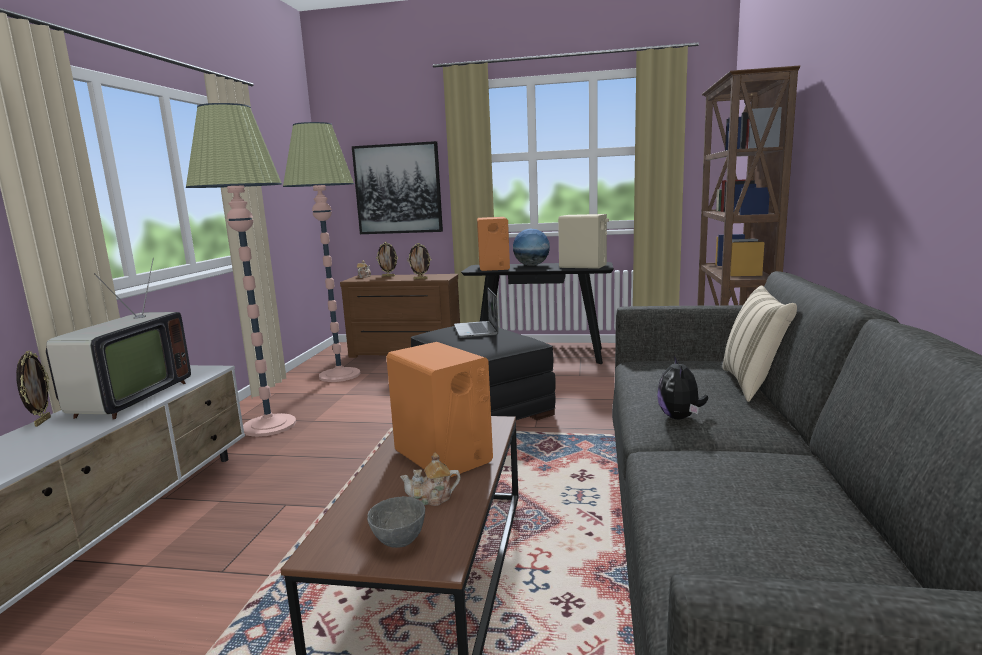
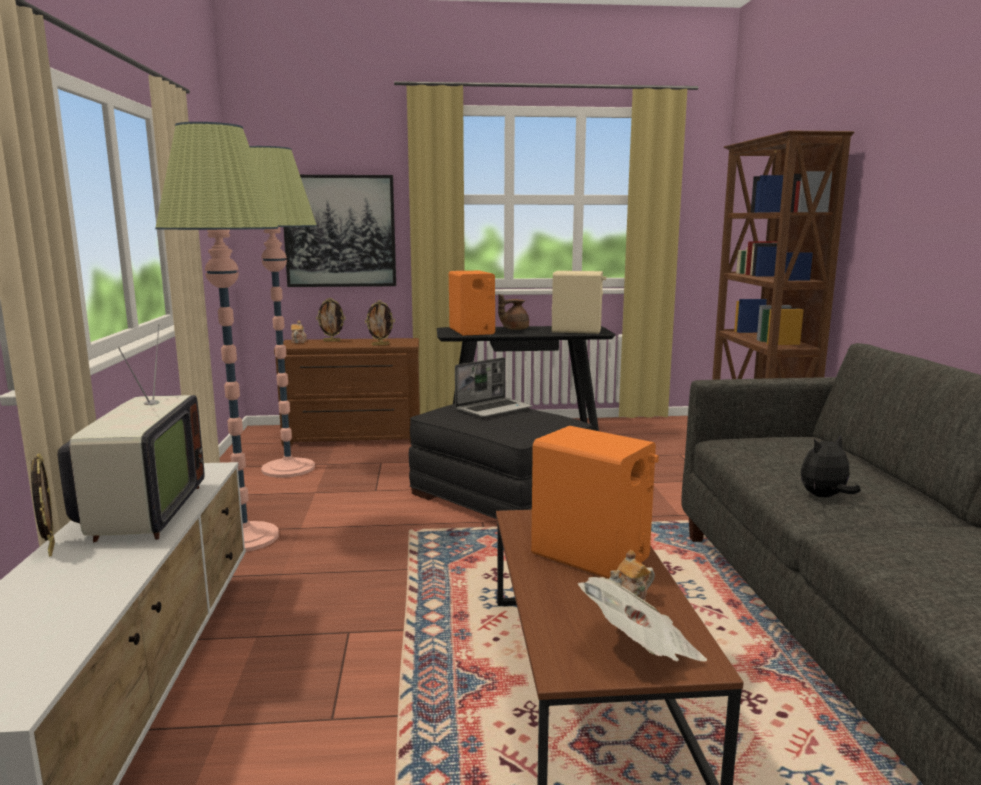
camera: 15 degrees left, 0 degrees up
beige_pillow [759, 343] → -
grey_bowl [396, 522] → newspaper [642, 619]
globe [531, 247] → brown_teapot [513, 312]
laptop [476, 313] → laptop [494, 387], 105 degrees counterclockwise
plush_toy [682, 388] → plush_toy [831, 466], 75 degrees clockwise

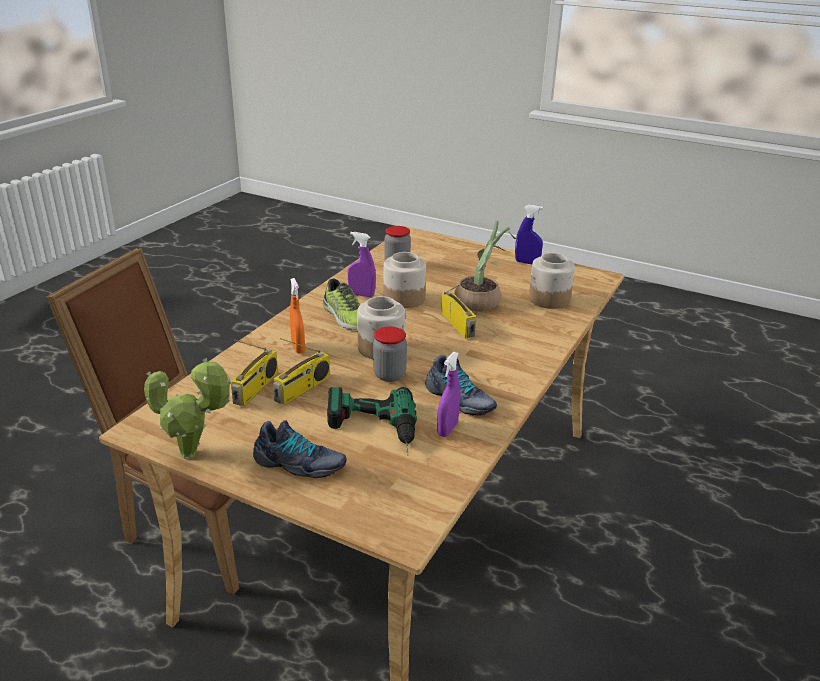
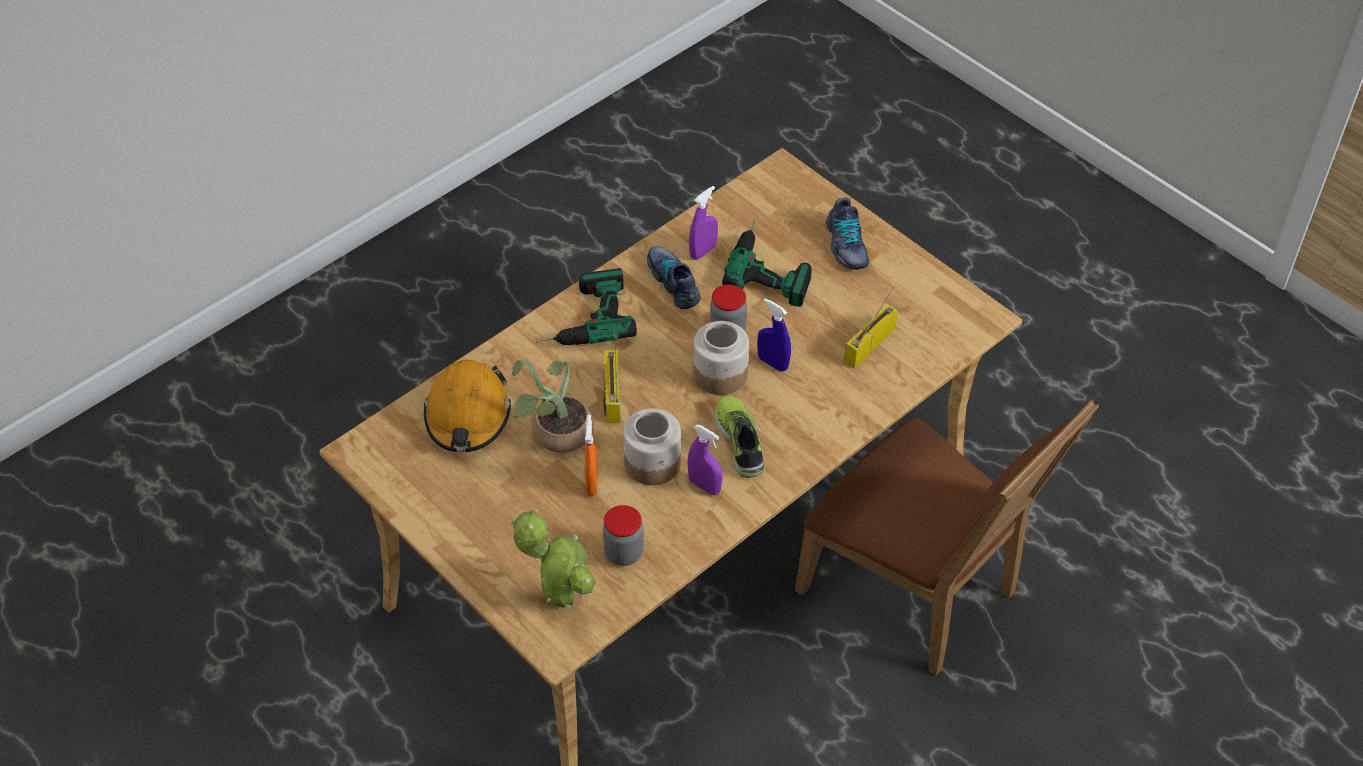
camera: 160 degrees left, 20 degrees up
radio [301, 371] → -
- → power_drill [586, 306]
potted_plant [188, 408] → potted_plant [553, 558], moved
orange_spray_bottle [297, 315] → orange_spray_bottle [591, 455], moved
blue_spray_bottle [529, 234] → blue_spray_bottle [774, 335], moved
jar [552, 281] → orange_hard_hat [467, 406]
shoe [300, 449] → shoe [847, 233], 135 degrees counterclockwise

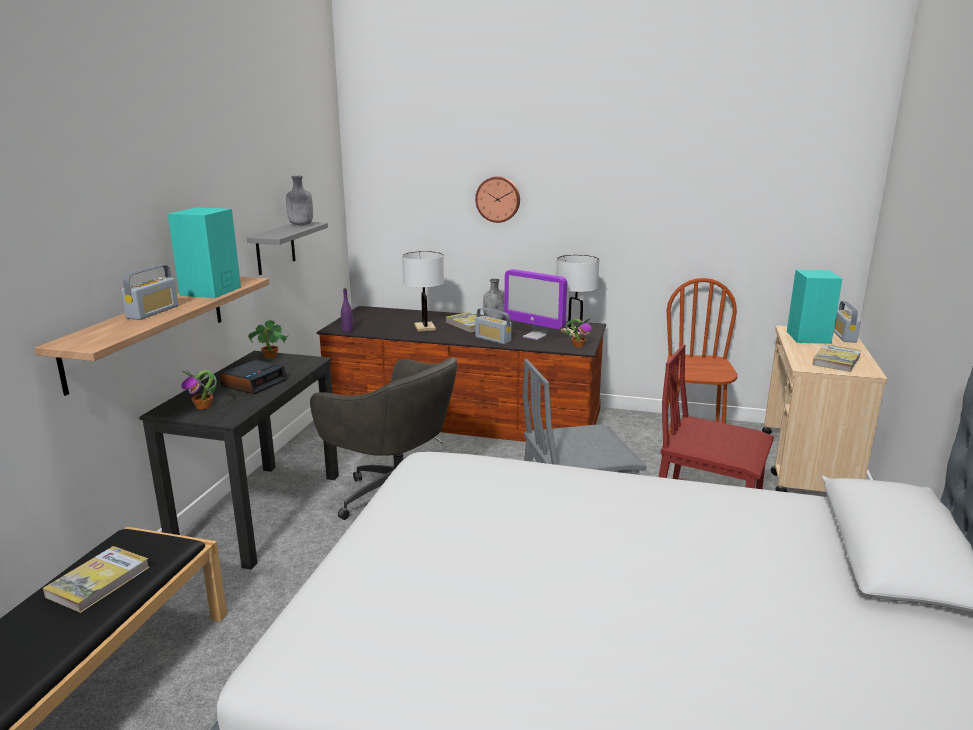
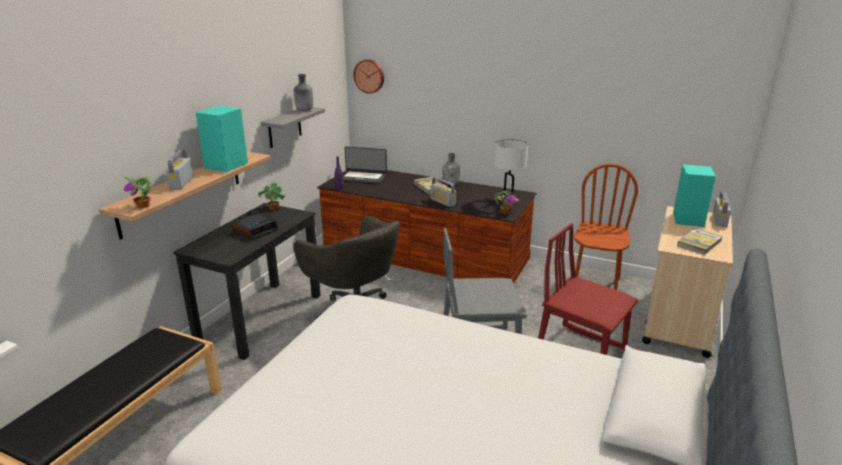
camera: 10 degrees right, 5 degrees up
book [96, 579] → -
white_table_lamp [423, 291] → -
monitor [535, 304] → -
- → laptop [365, 165]
potted_plant [199, 389] → potted_plant [137, 192], moved
wall_clock [497, 199] → wall_clock [368, 76], moved
radio [149, 292] → radio [180, 169], 150 degrees clockwise

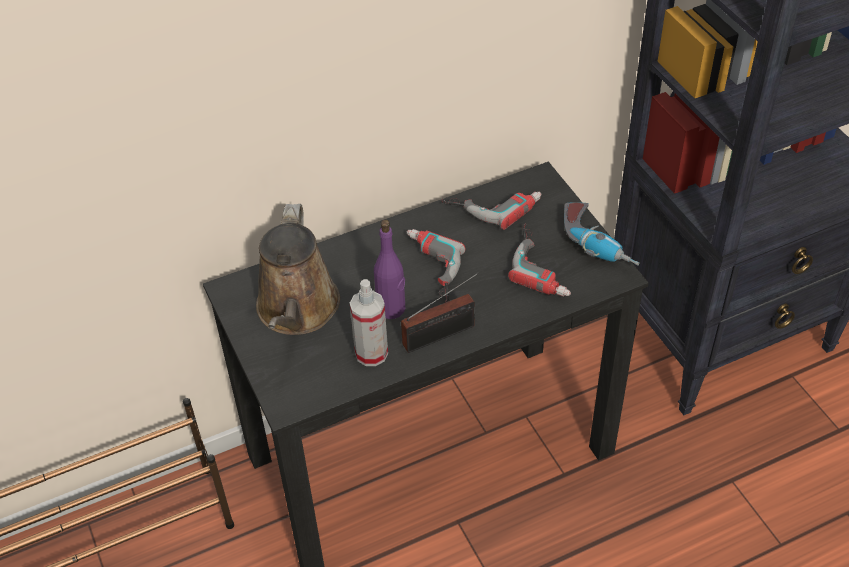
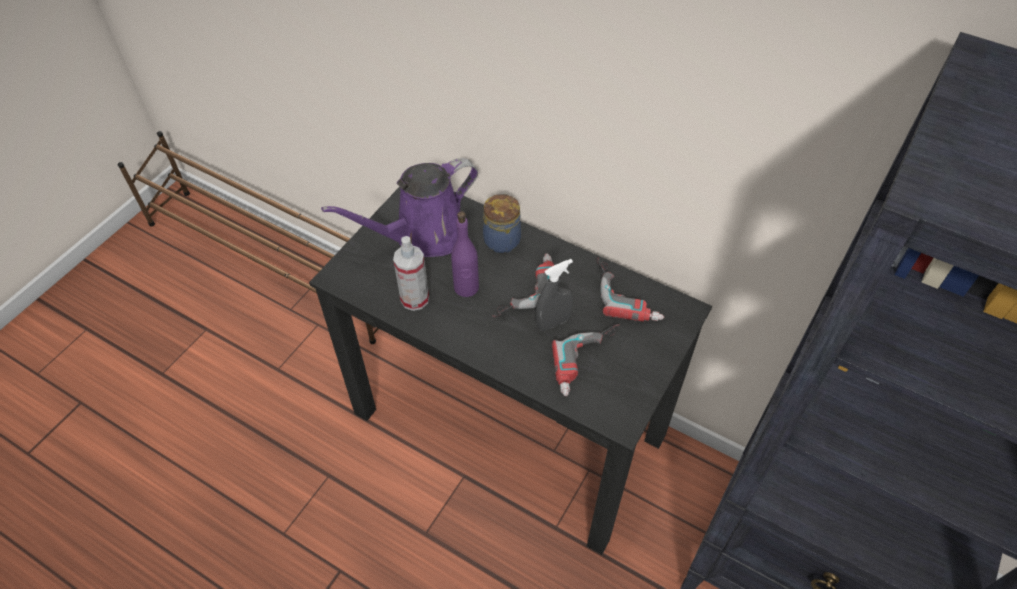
camera: 55 degrees right, 5 degrees up
radio [440, 312] → -
power_drill [602, 234] → -
- → jar [502, 223]
- → grey_spray_bottle [555, 295]
brown_watering_can [298, 269] → purple_watering_can [399, 207]

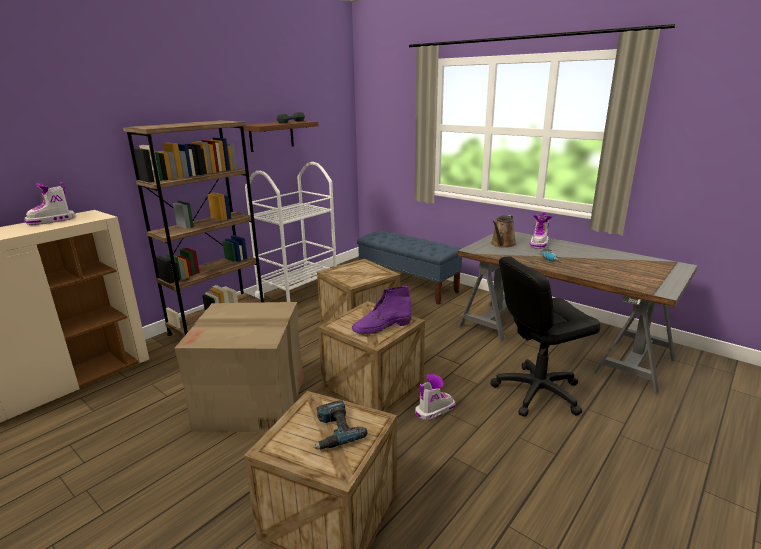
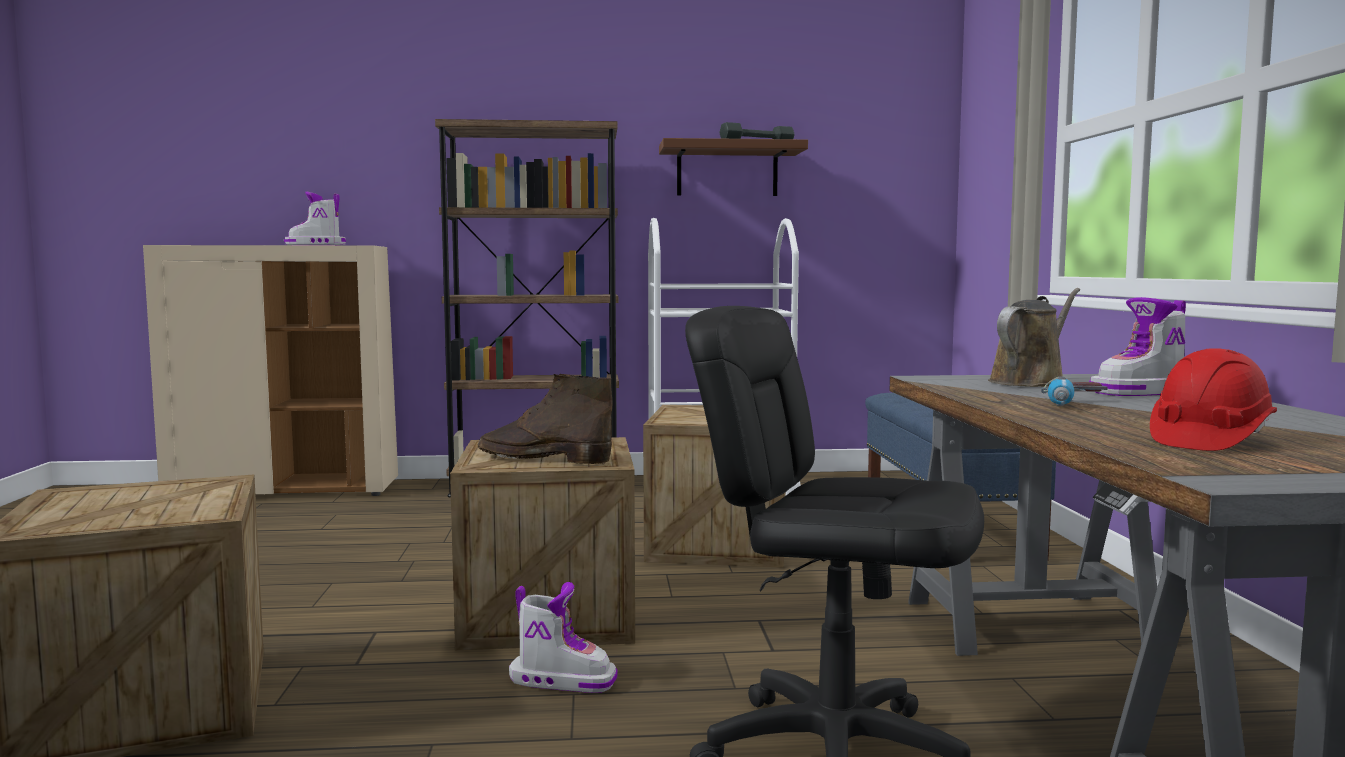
camera: 45 degrees right, 15 degrees down
cardboard_box [239, 367] → -
power_drill [340, 424] → -
- → red_hard_hat [1213, 400]
purple_boot [382, 310] → brown_boot [545, 419]
brown_watering_can [503, 231] → brown_watering_can [1034, 337], 150 degrees clockwise

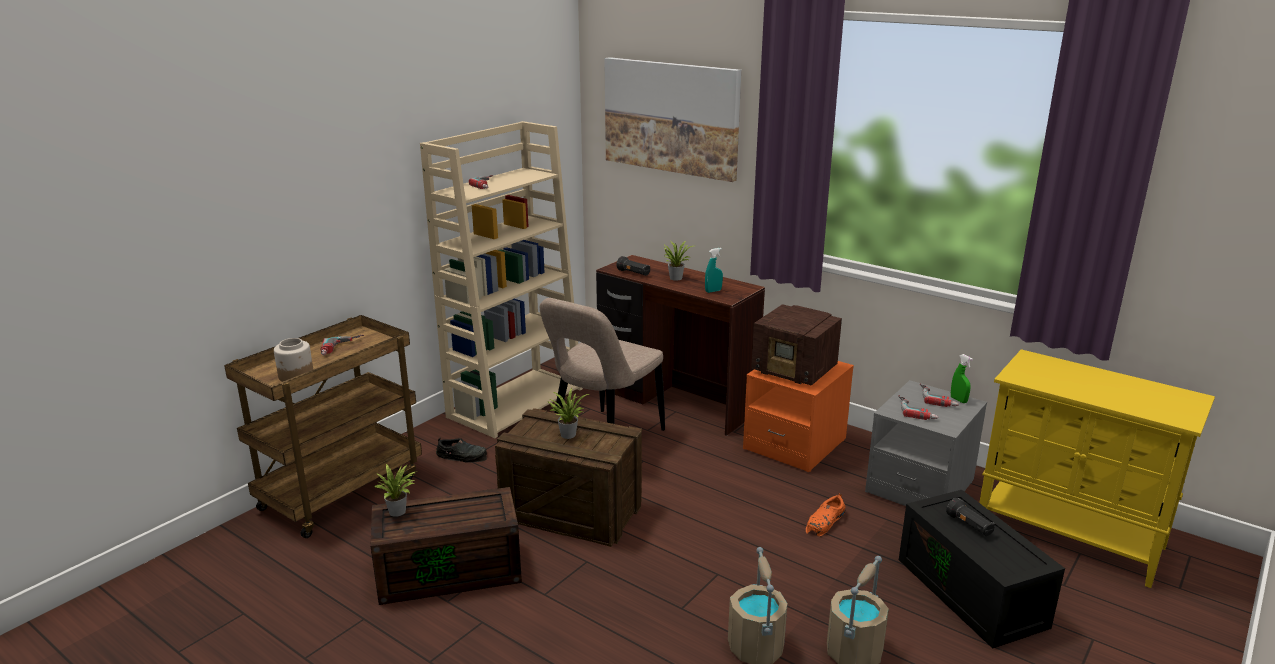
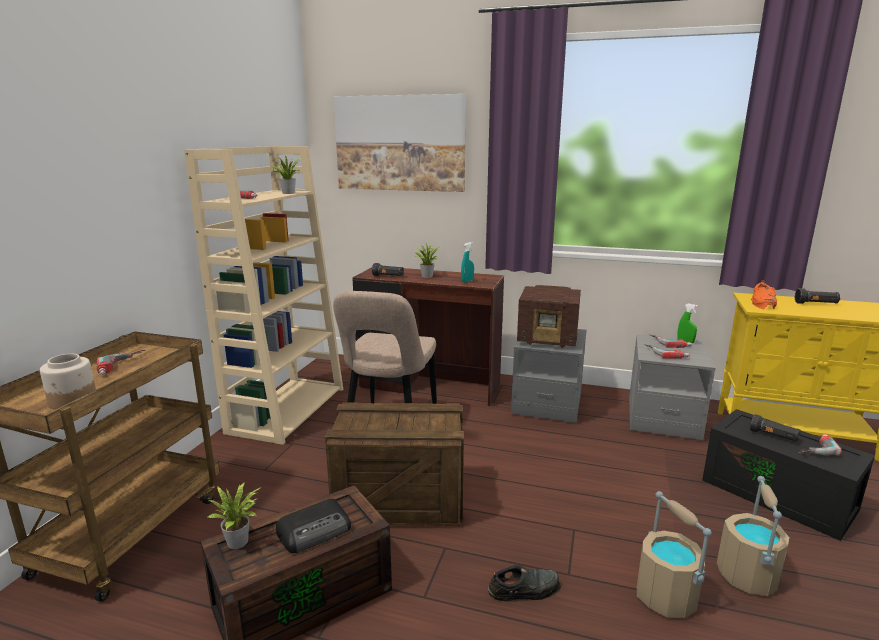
camera: 20 degrees left, 5 degrees down
- → radio [313, 526]
- → black_flashlight [817, 296]
- → power_drill [820, 445]
black_shoe [461, 450] → black_shoe [524, 583], moved
potted_plant [568, 413] → potted_plant [286, 174], moved
orange_shoe [826, 514] → orange_shoe [764, 295], moved
orange_nightstand [798, 416] → grey_nightstand [549, 376]

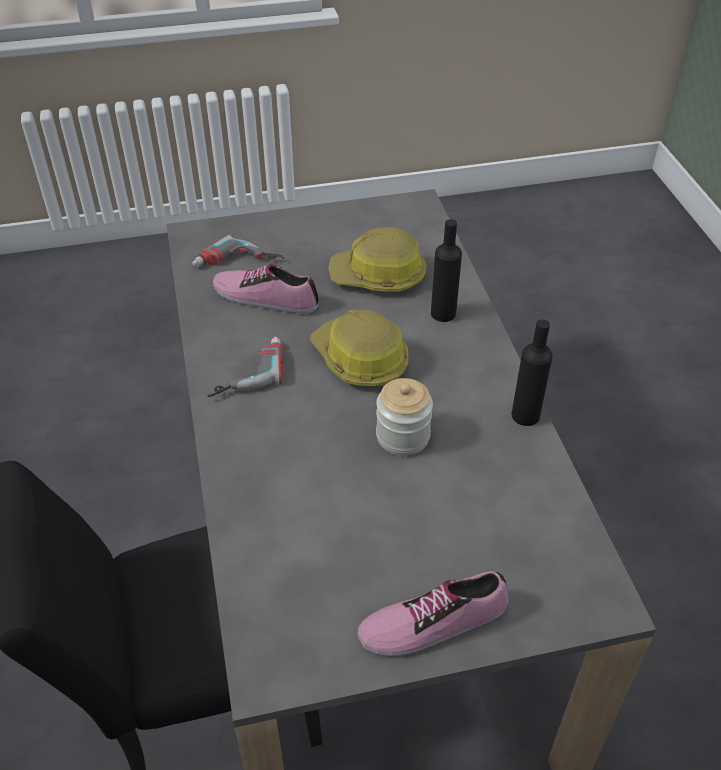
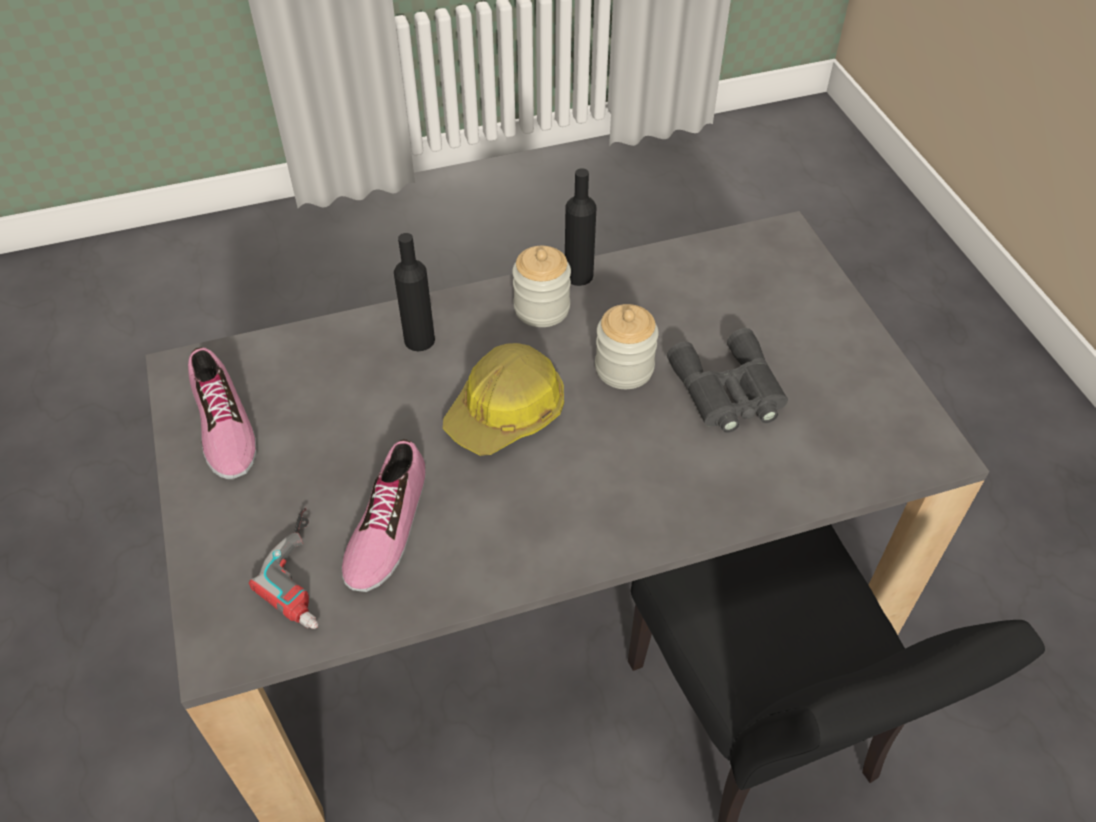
camera: 95 degrees left, 5 degrees up
power_drill [245, 367] → -
hard_hat [377, 259] → -
- → jar [541, 286]
- → grey_binoculars [727, 380]
shoe [433, 613] → shoe [222, 413], moved

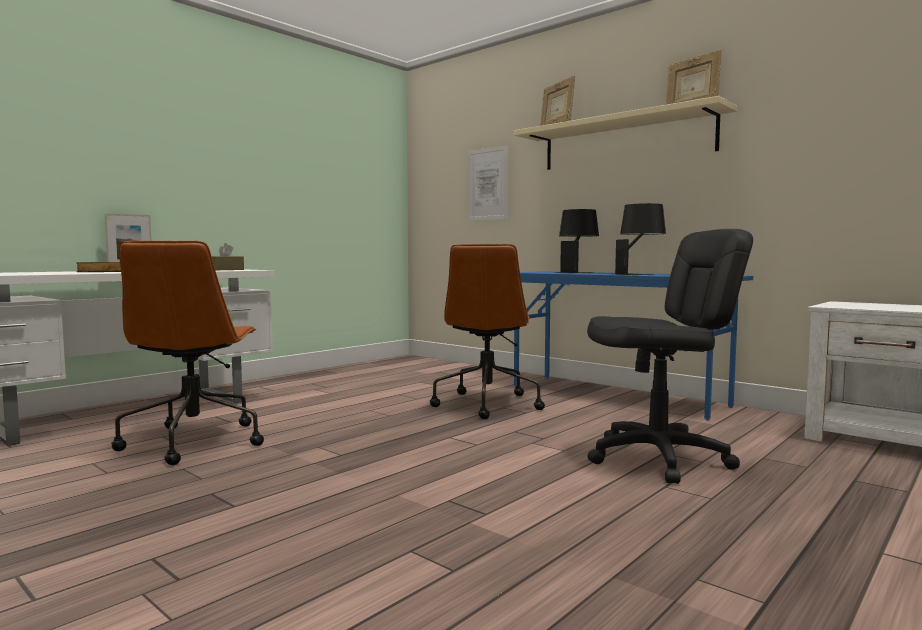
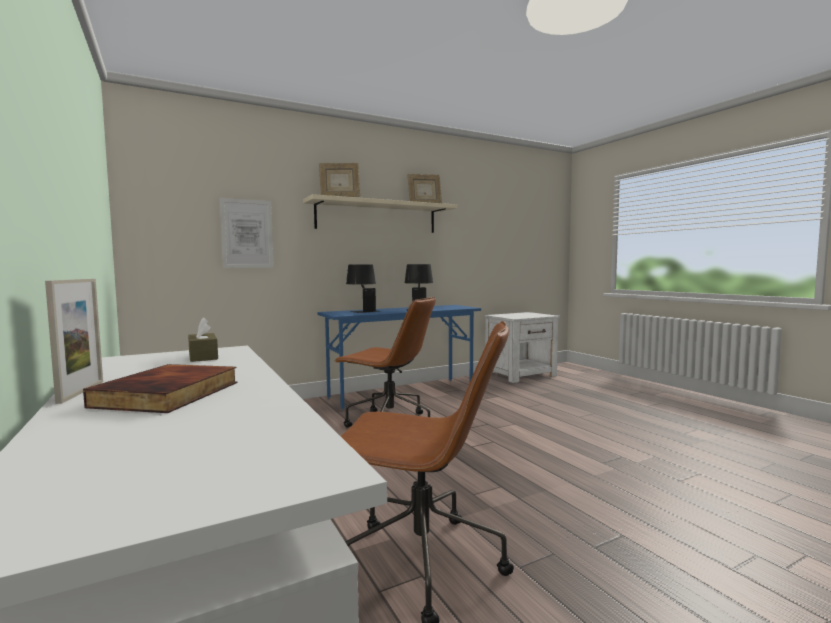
camera: 70 degrees left, 0 degrees up
black_office_chair [670, 356] → -

